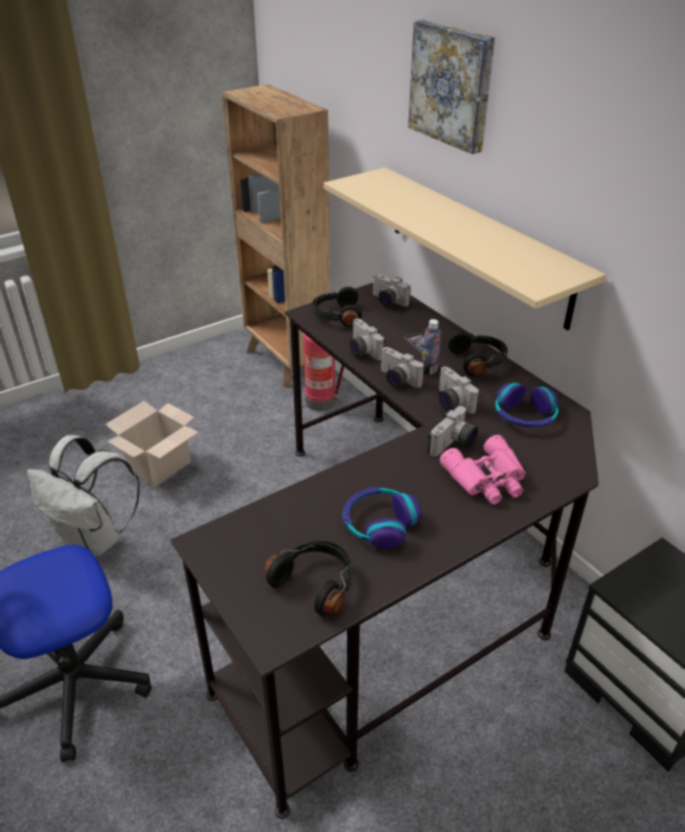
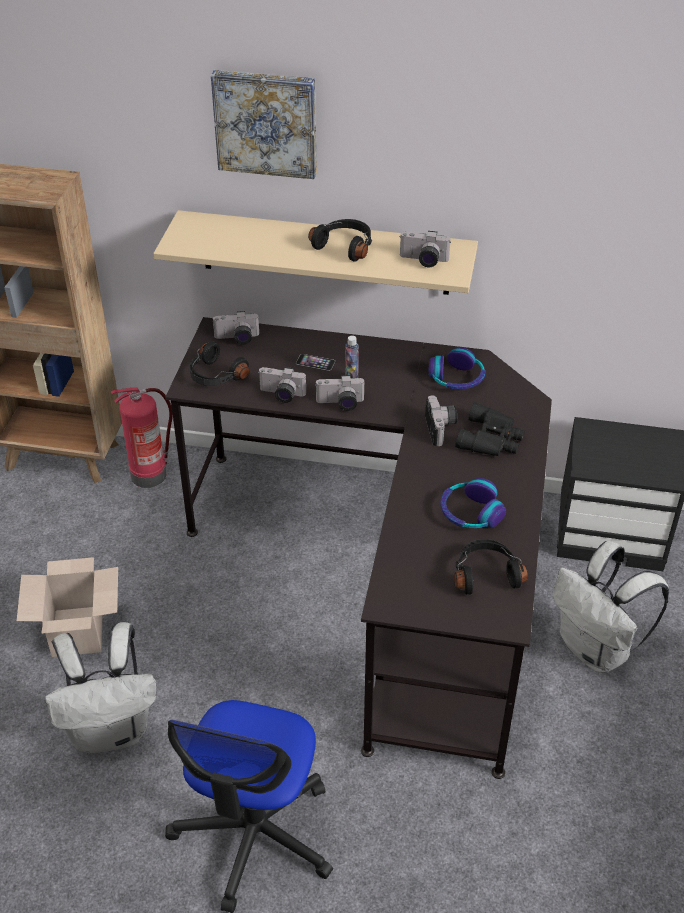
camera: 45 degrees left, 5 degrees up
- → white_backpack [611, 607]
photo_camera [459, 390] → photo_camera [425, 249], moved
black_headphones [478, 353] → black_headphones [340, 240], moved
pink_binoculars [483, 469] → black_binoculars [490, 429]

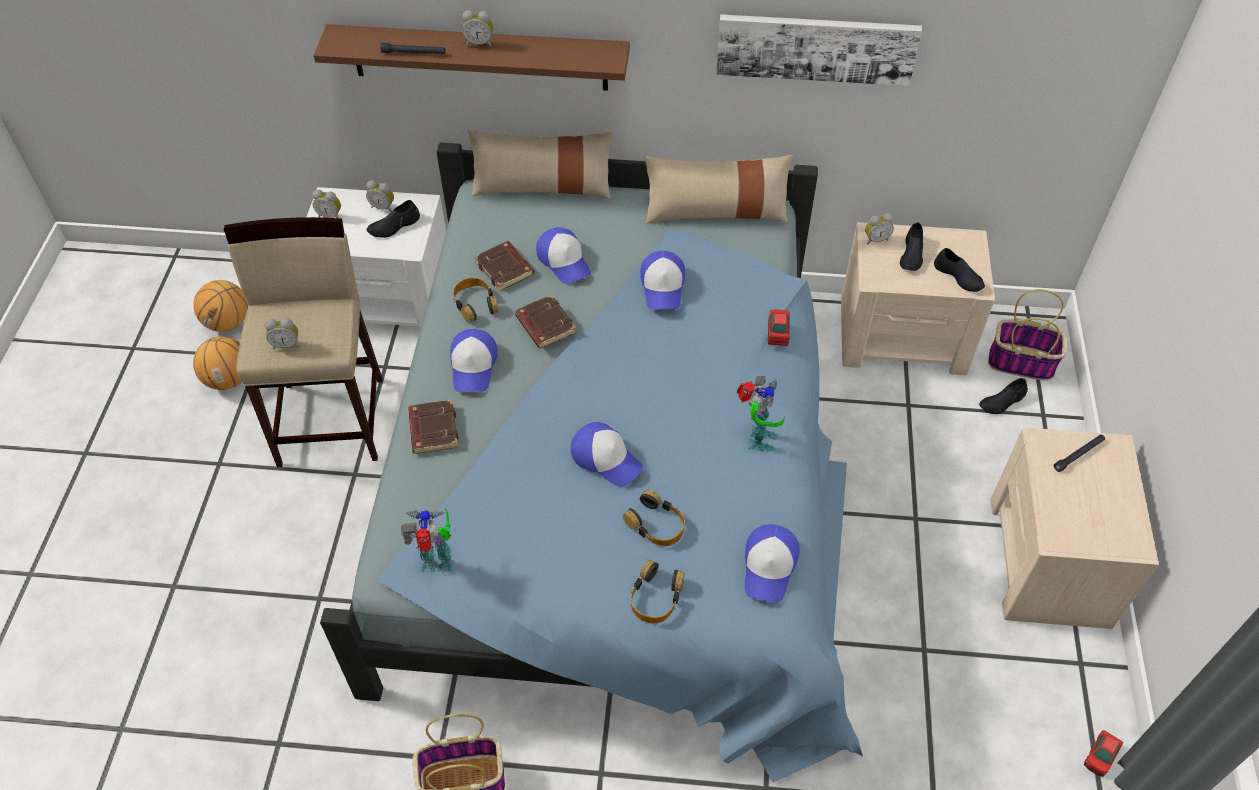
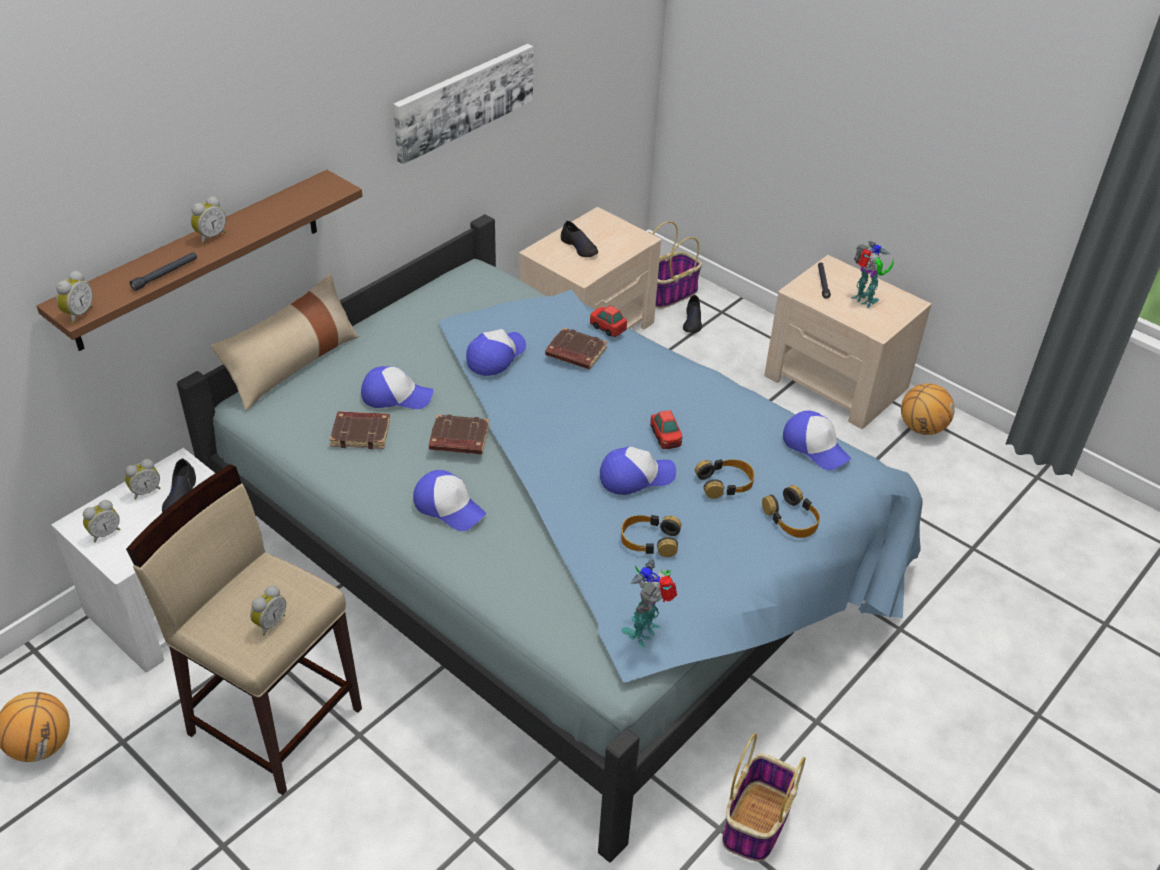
camera: 55 degrees left, 10 degrees down
beige_pillow [719, 189] → -
black_shoe [959, 270] → -
basketball [217, 363] → basketball [928, 409], moved
brown_book [433, 427] → brown_book [576, 348], moved
headphones [476, 300] → headphones [651, 536], moved
toy_robot [760, 414] → toy_robot [872, 274], moved
alarm_clock [879, 229] → alarm_clock [74, 297], moved
toy_car [1103, 753] → toy_car [666, 429], moved
cap [662, 280] → cap [496, 352], 90 degrees counterclockwise

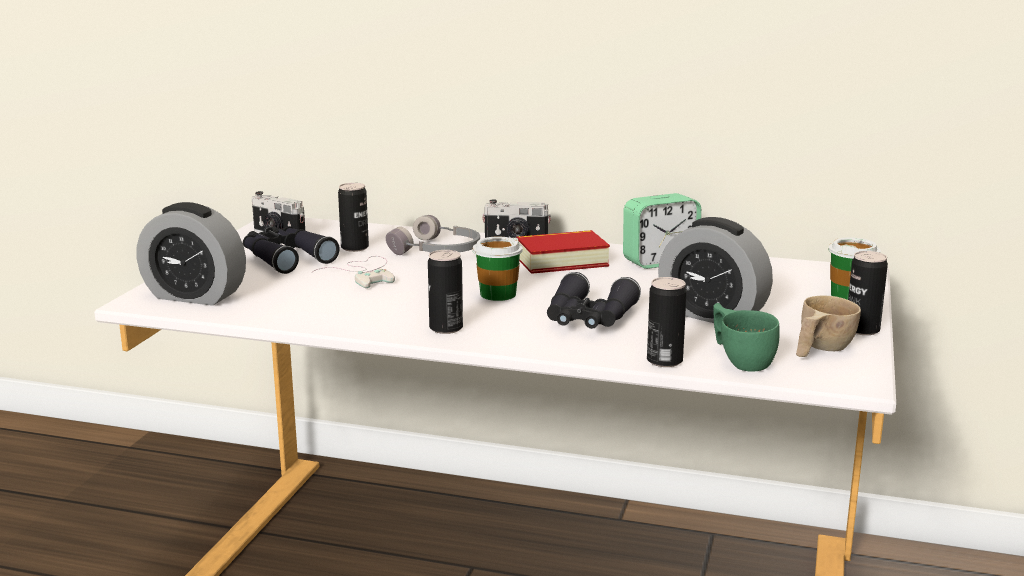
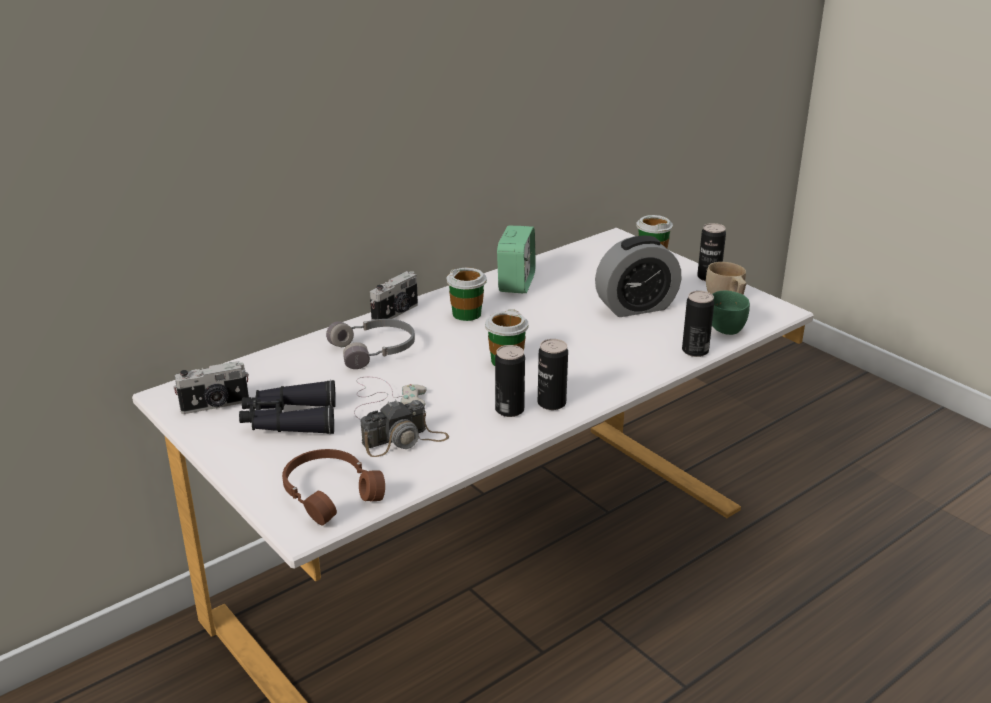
camera: 55 degrees left, 10 degrees up
black_binoculars [594, 300] → -
- → photo_camera [404, 428]
can [353, 217] → can [510, 381], moved
alarm_clock [191, 254] → brown_headphones [333, 487]
book [563, 252] → cup [467, 294]

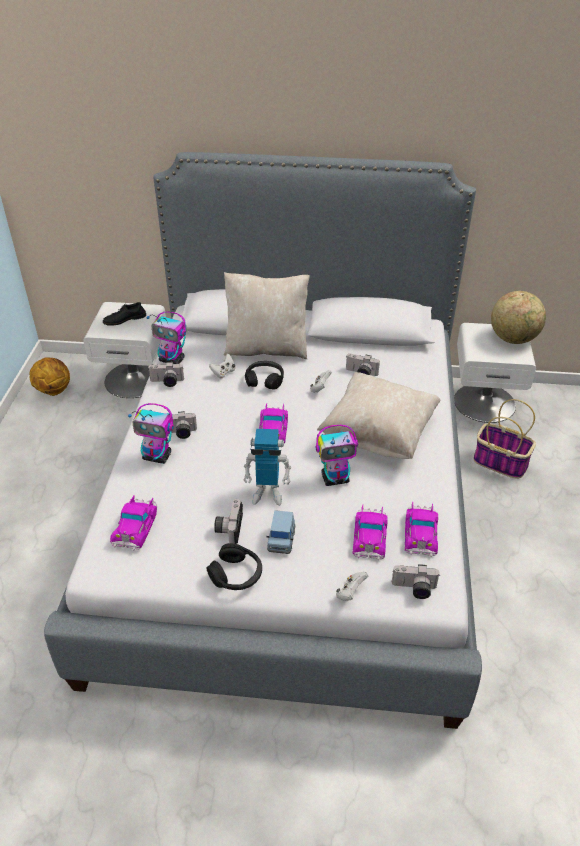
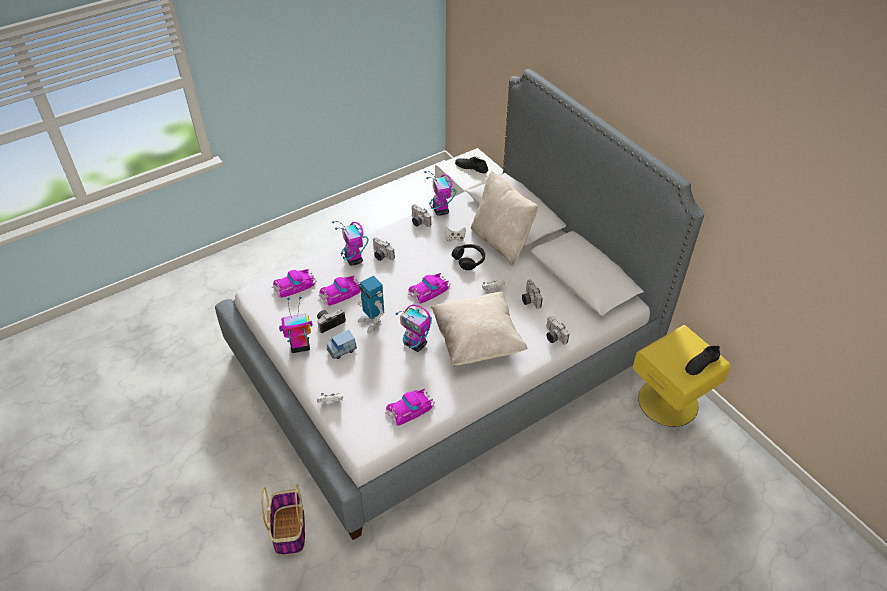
camera: 50 degrees right, 5 degrees up
basketball [49, 376] → -
toy_car [370, 532] → toy_car [339, 291], moved
photo_camera [416, 581] → photo_camera [558, 330], moved
basket [505, 439] → basket [283, 519], moved
black_headphones [234, 566] → toy_robot [295, 324]
globe [518, 317] → black_shoe [702, 360]
white_nightstand [495, 373] → yellow_nightstand [682, 376]

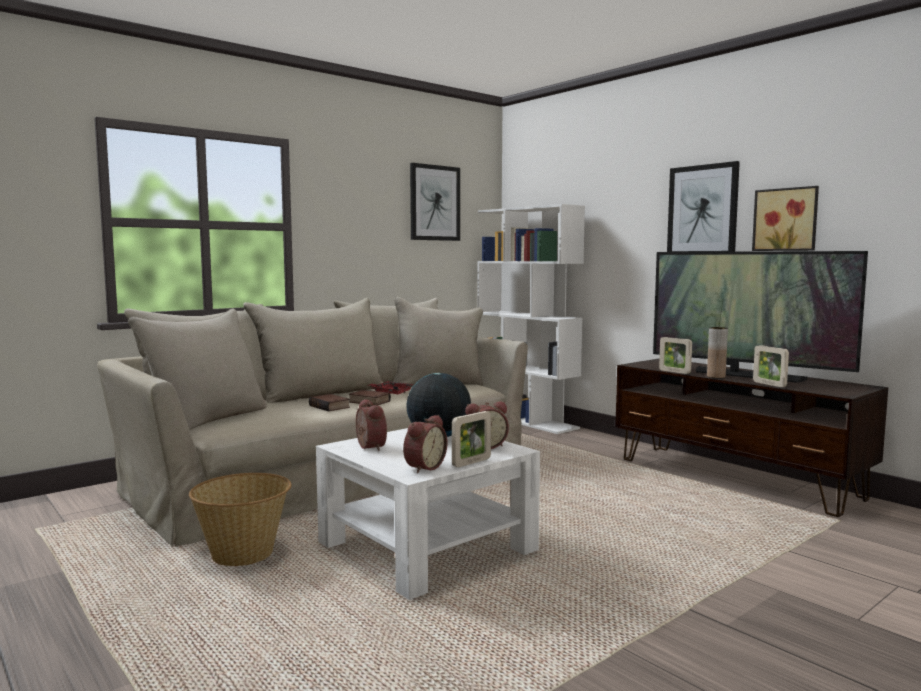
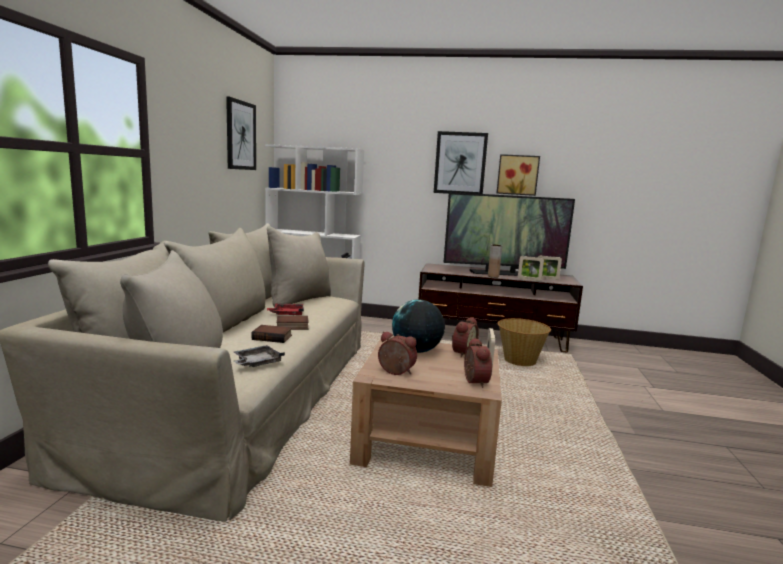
camera: 40 degrees left, 5 degrees up
- → grey_tray [259, 356]
basket [240, 519] → basket [524, 342], moved
picture_frame [675, 355] → picture_frame [550, 268], moved
white_coffee_table [428, 514] → brown_coffee_table [426, 412]

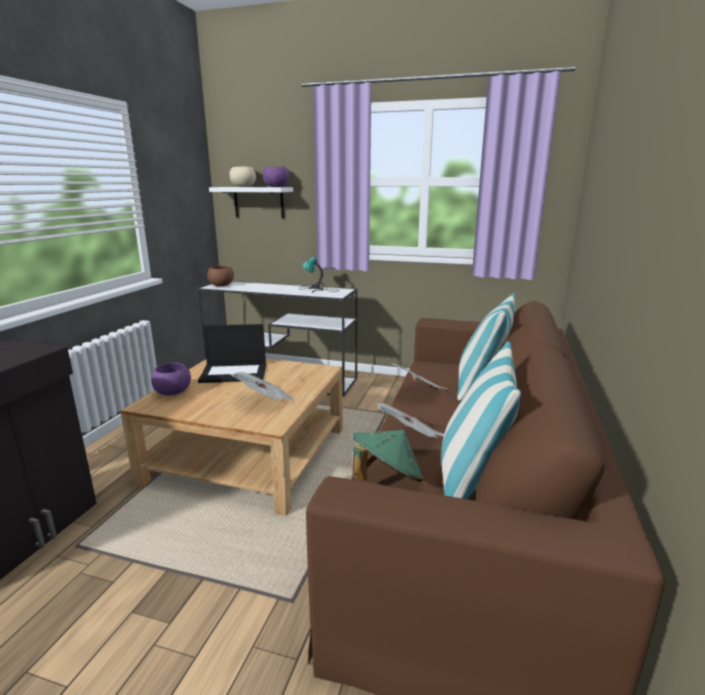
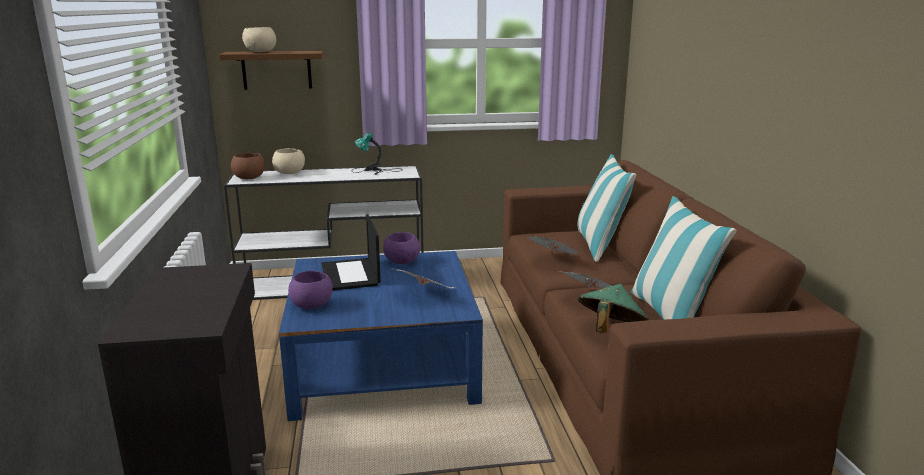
camera: 25 degrees left, 0 degrees up
- → beige_bowl [288, 161]
purple_bowl [276, 176] → purple_bowl [401, 248], moved
beige_coffee_table [231, 437] → blue_coffee_table [381, 336]
white_shelf [251, 202] → brown_shelf [271, 70]
laptop [232, 353] → laptop [351, 253], 105 degrees clockwise

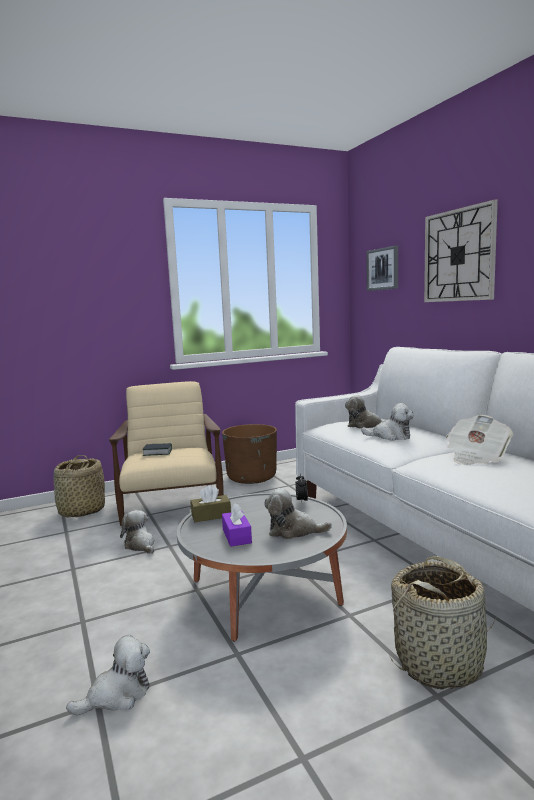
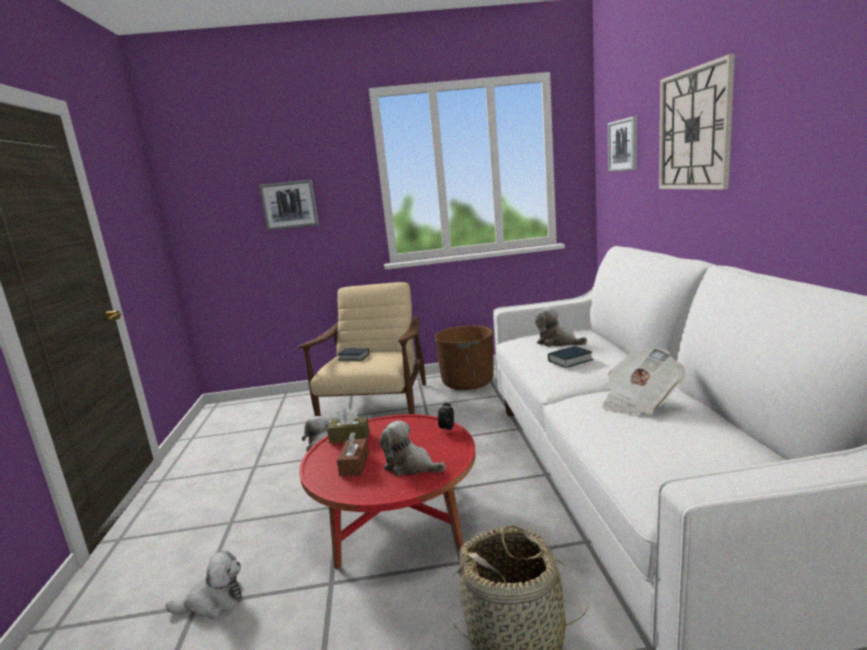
camera: 20 degrees right, 5 degrees up
basket [79, 486] → -
- → picture [289, 205]
plush_toy [387, 422] → book [570, 357]
grey_coffee_table [262, 567] → red_coffee_table [387, 491]
purple_tissue_box [237, 525] → brown_tissue_box [353, 454]

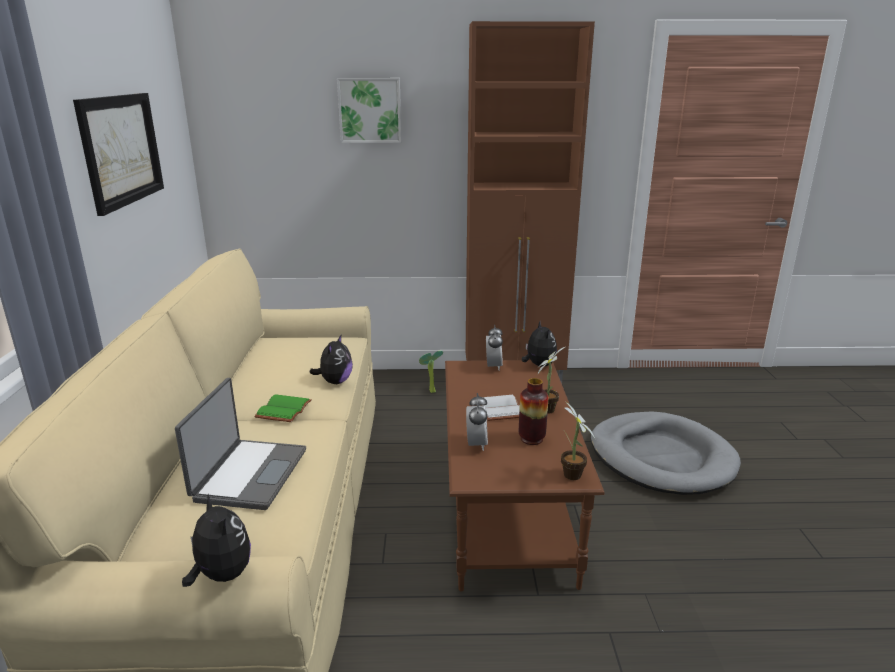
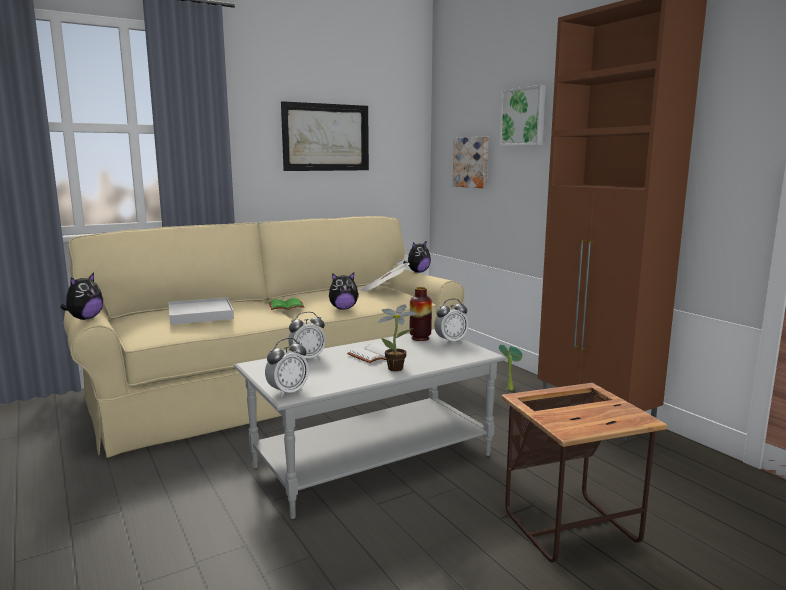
camera: 60 degrees right, 10 degrees down
- → newspaper [385, 277]
- → picture [471, 162]
vase [533, 411] → vase [421, 314], moved
plush_toy [539, 344] → plush_toy [417, 256], moved
laptop [240, 444] → white_tray [201, 311]
potted_plant [578, 440] → alarm_clock [287, 367]
grey_dog_bed [665, 453] → side_table [584, 473]
brown_coffee_table [525, 476] → grey_coffee_table [370, 424]

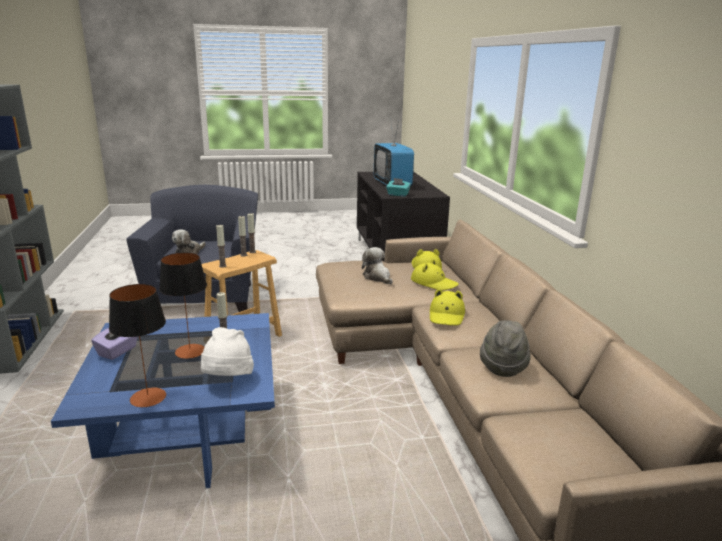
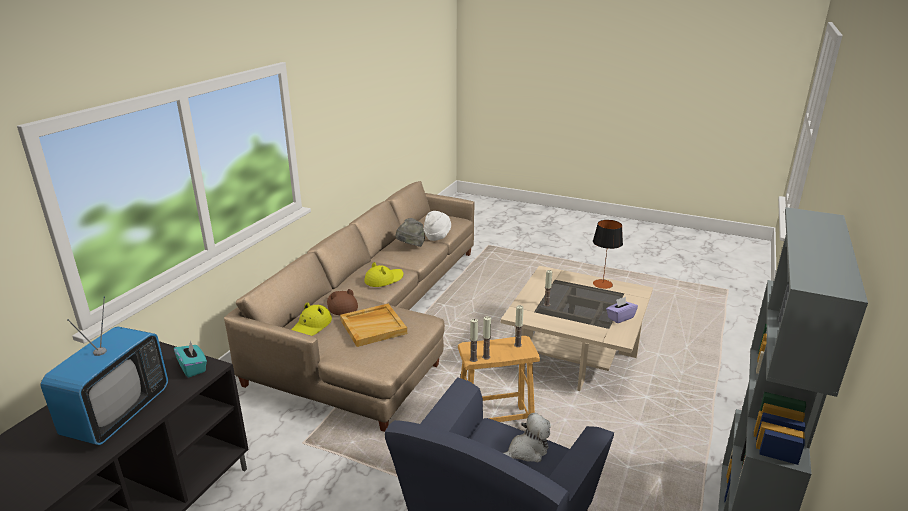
camera: 145 degrees left, 5 degrees up
table_lamp [183, 305] → -
white_hat [227, 351] → white_hat [437, 226], moved
plush_toy [377, 265] → beige_tray [373, 325]
blue_coffee_table [163, 400] → beige_coffee_table [577, 328]
yellow_hat [435, 274] → brown_hat [342, 302]

